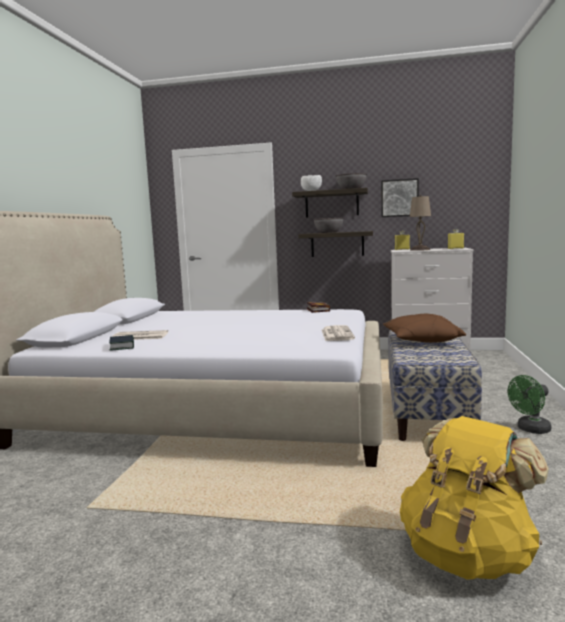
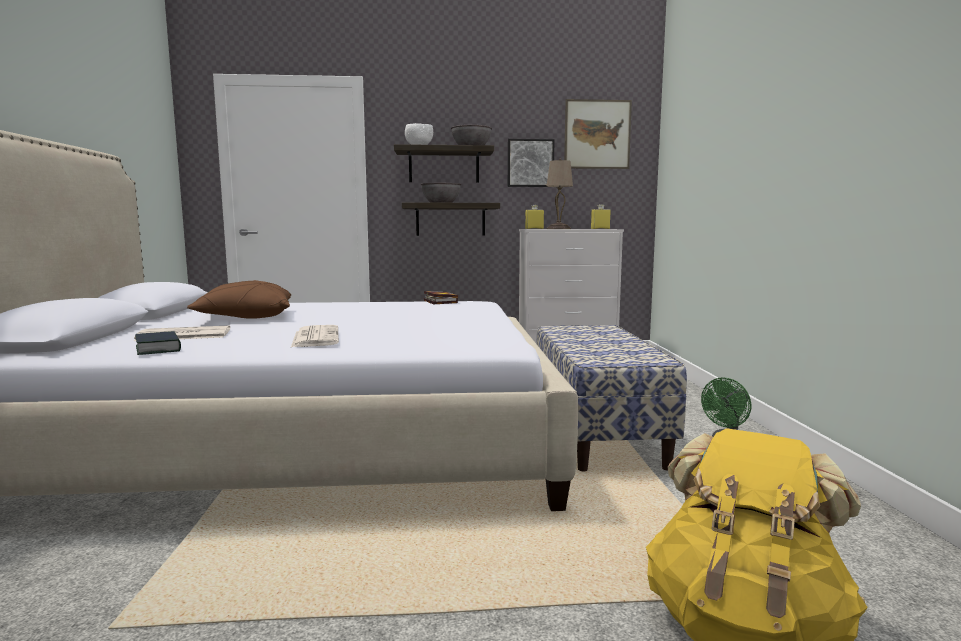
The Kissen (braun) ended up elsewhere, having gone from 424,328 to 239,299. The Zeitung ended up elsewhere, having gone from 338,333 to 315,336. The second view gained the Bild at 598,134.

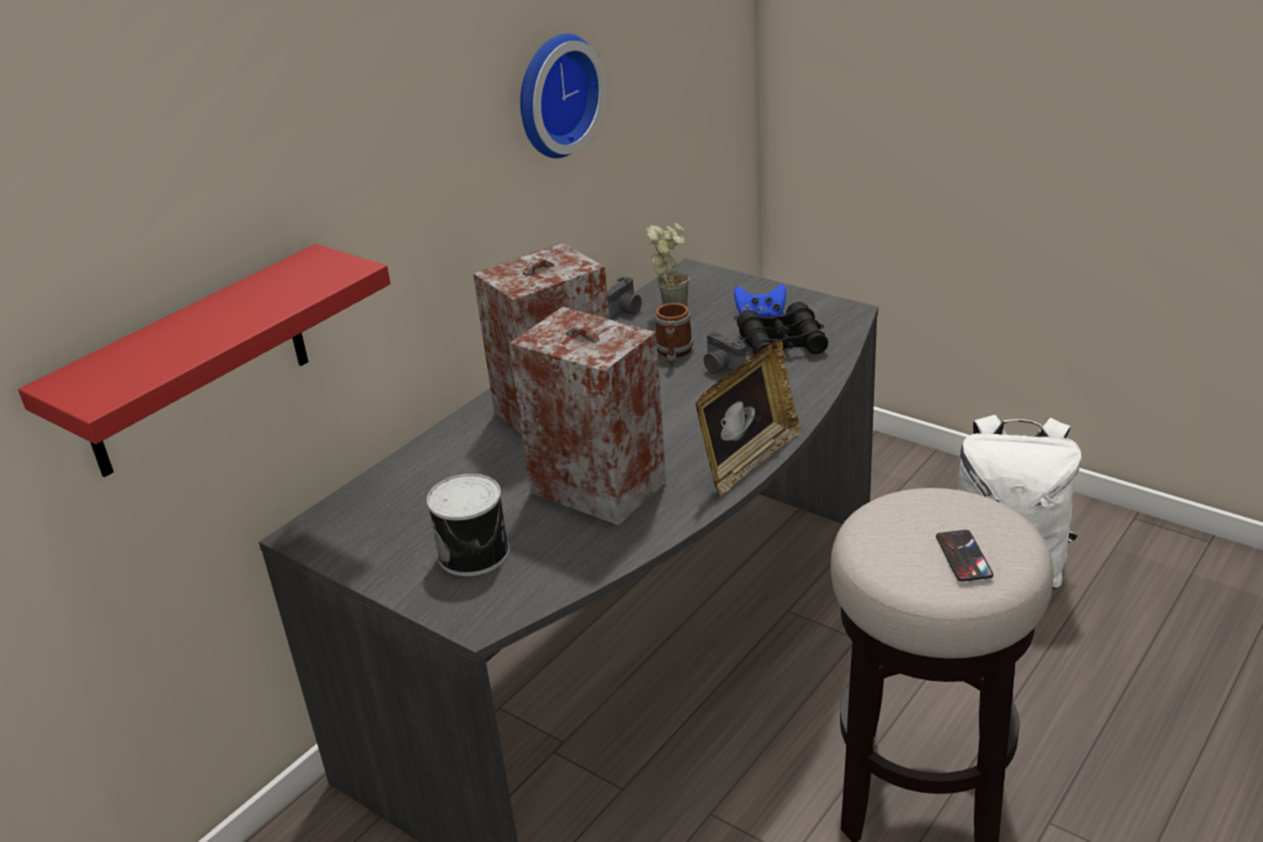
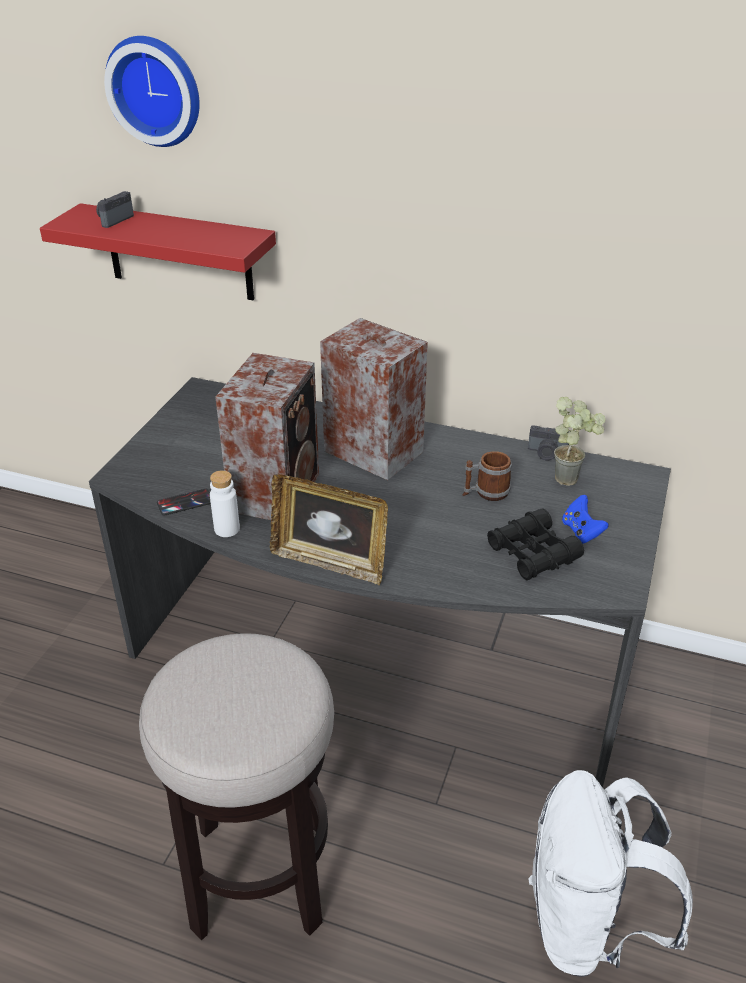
The Wanduhr ended up elsewhere, having gone from 563,96 to 152,91. The Kamera ended up elsewhere, having gone from 725,352 to 115,209. The second view lost the Dose at 468,525. The Handy ended up elsewhere, having gone from 965,556 to 184,502. The second view gained the Flasche (weiß) at 225,503.

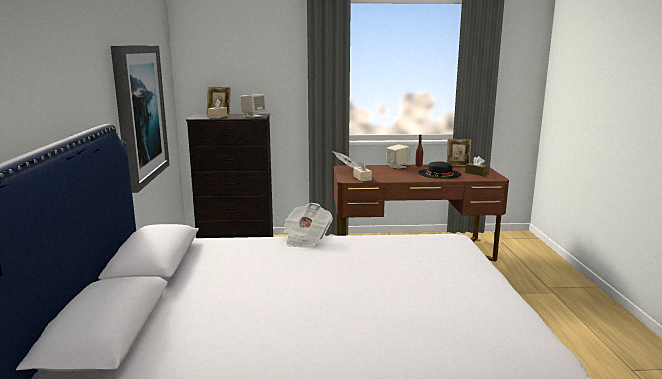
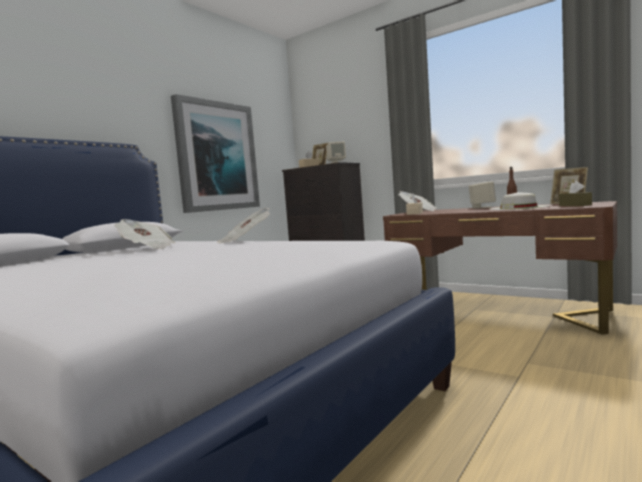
What was the Hut (schwarz) at 439,170 turned into the Hut (weiß) at 519,201. The second view gained the Zeitung at 144,234.

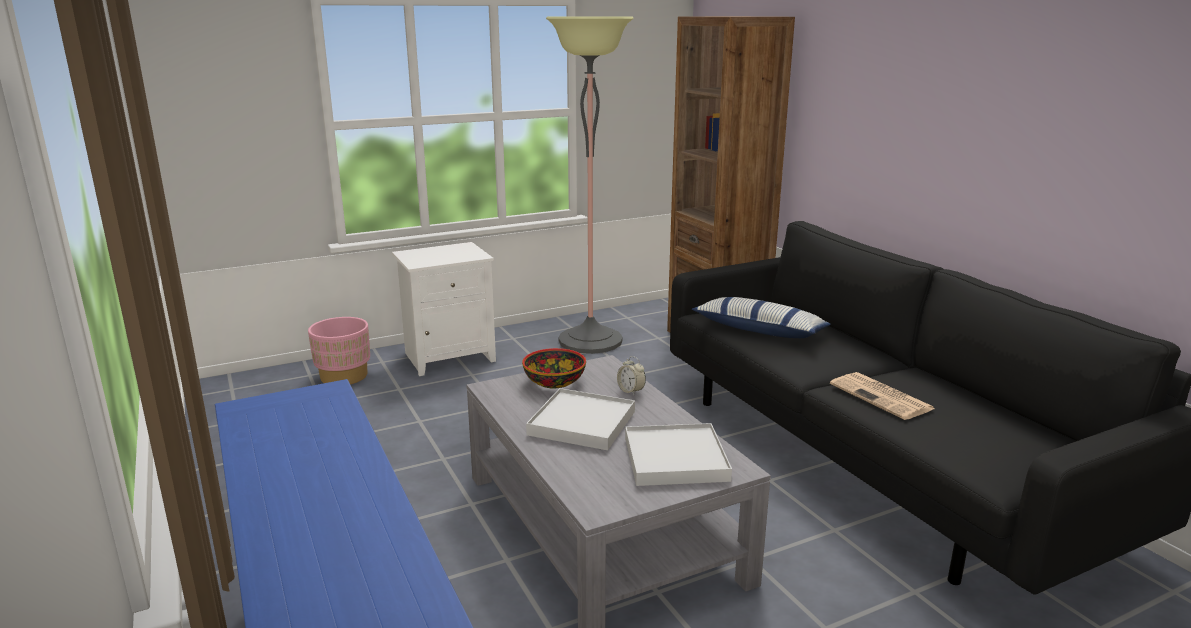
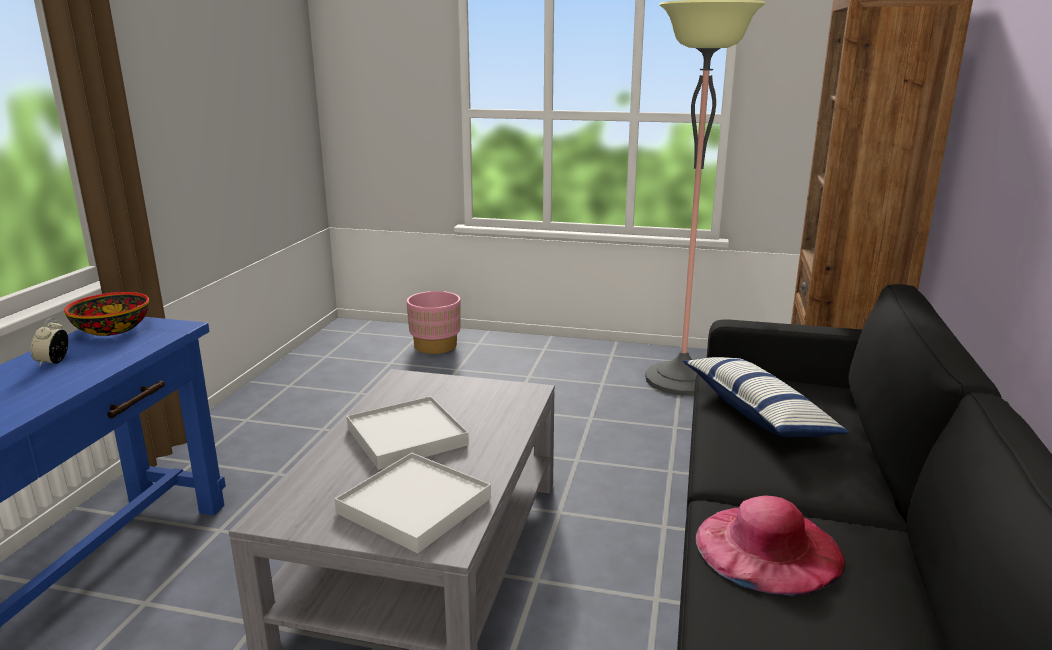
The second view lost the Nachttisch (weiß) at 444,309. The Schüssel ended up elsewhere, having gone from 554,368 to 106,314. The Wecker ended up elsewhere, having gone from 631,375 to 49,342. Where the Zeitung stood at 882,396, the Hut (rosa) came to stand at 771,546.

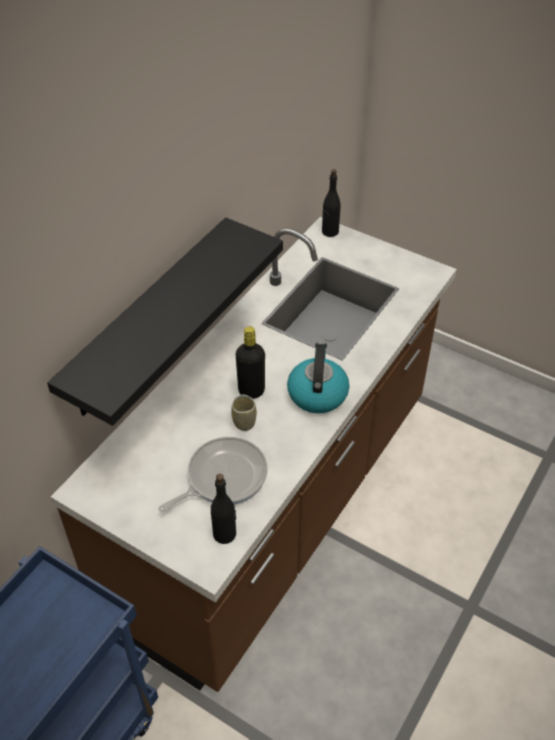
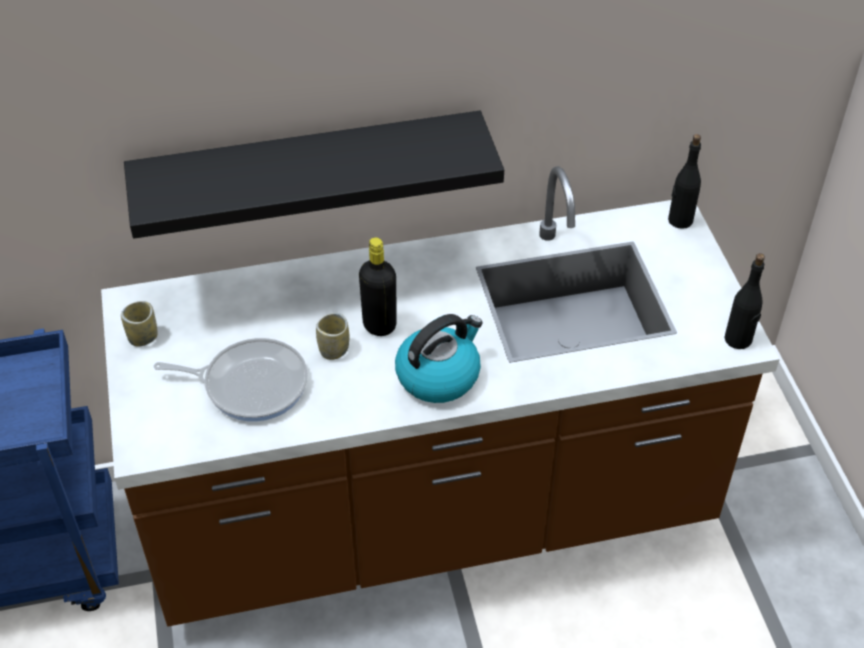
The Flasche (schwarz) ended up elsewhere, having gone from 223,509 to 744,301. The second view gained the Tasse at 139,324.

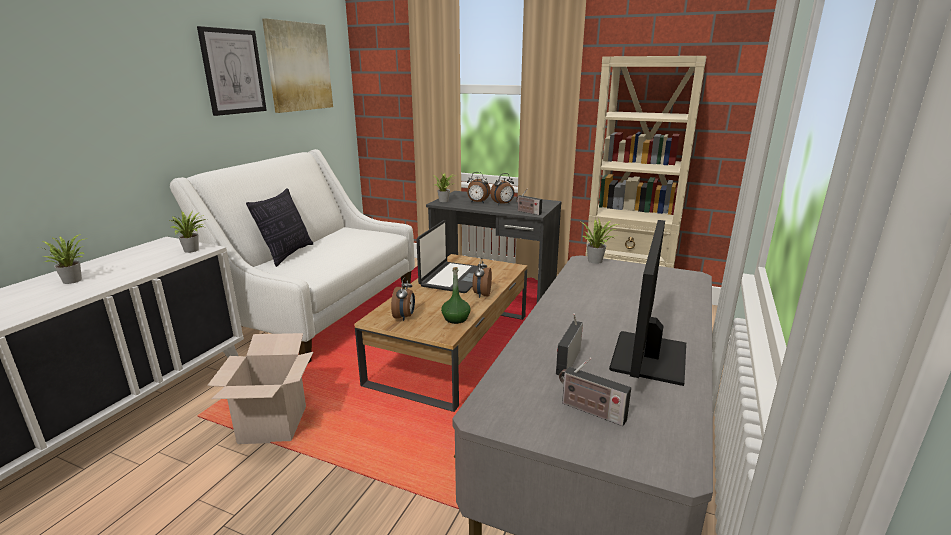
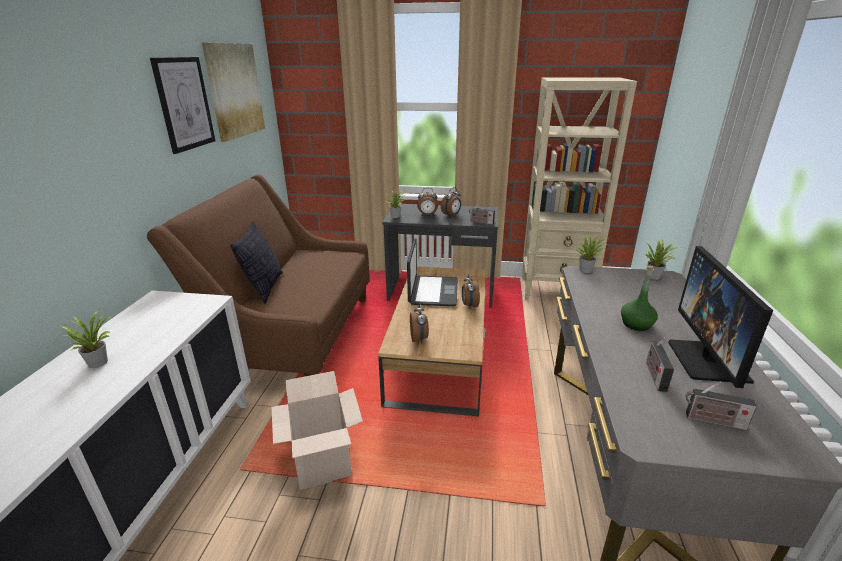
What was the Sofa (weiß) at 292,256 turned into the Sofa (braun) at 258,275. The Topfpflanze ended up elsewhere, having gone from 187,232 to 662,260. The Flasche (grün) ended up elsewhere, having gone from 455,295 to 639,298.

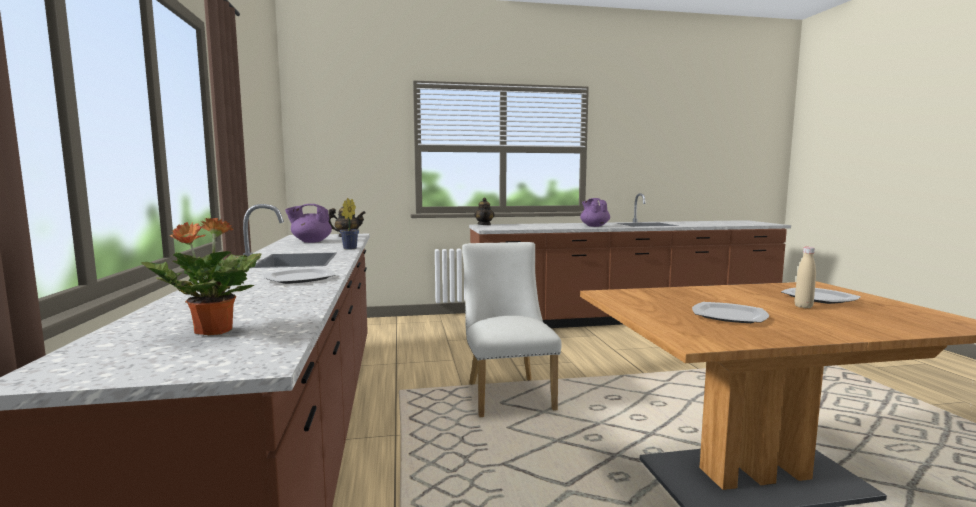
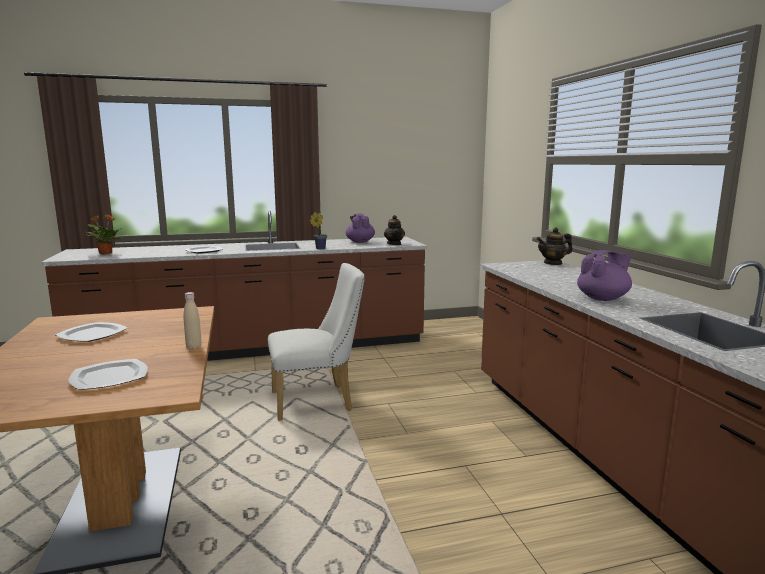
The Flasche (beige) ended up elsewhere, having gone from 805,277 to 192,320.

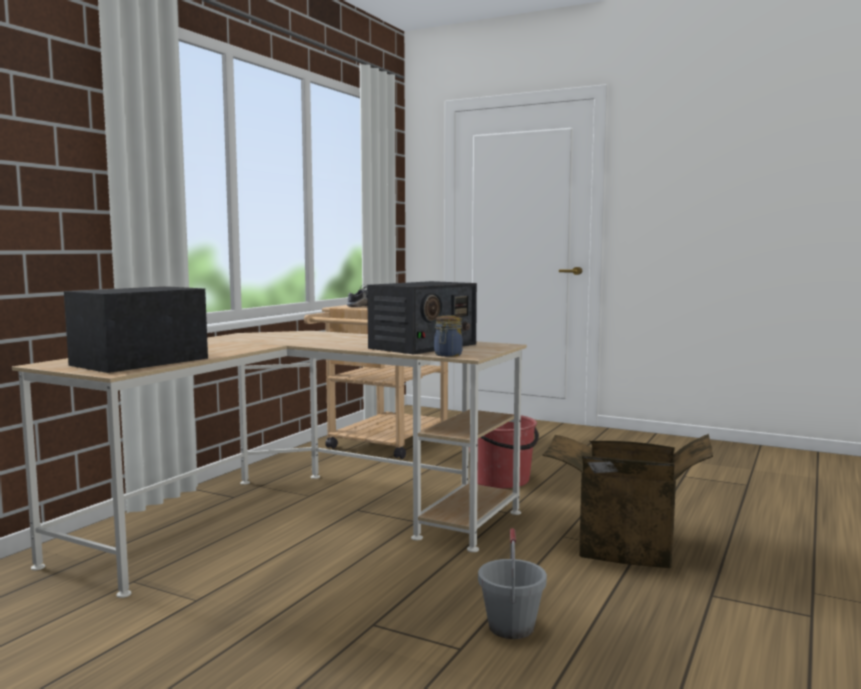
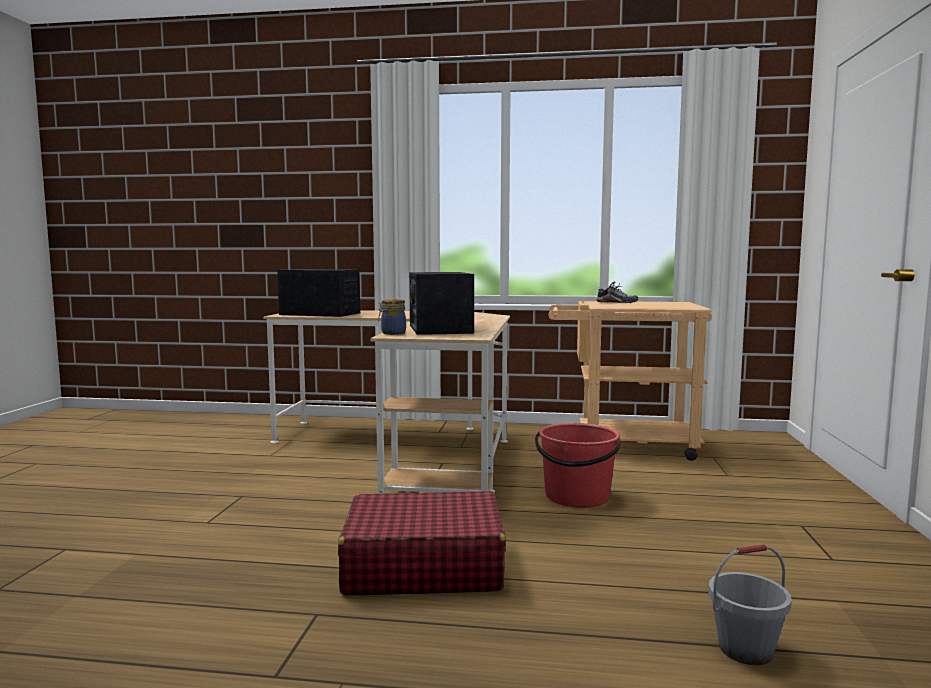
The Radio at 422,317 ended up facing another way, 60 degrees clockwise from before. Where the Karton stood at 628,501, the Koffer (rot) came to stand at 422,543. The Eimer (grau) ended up elsewhere, having gone from 512,583 to 750,604.

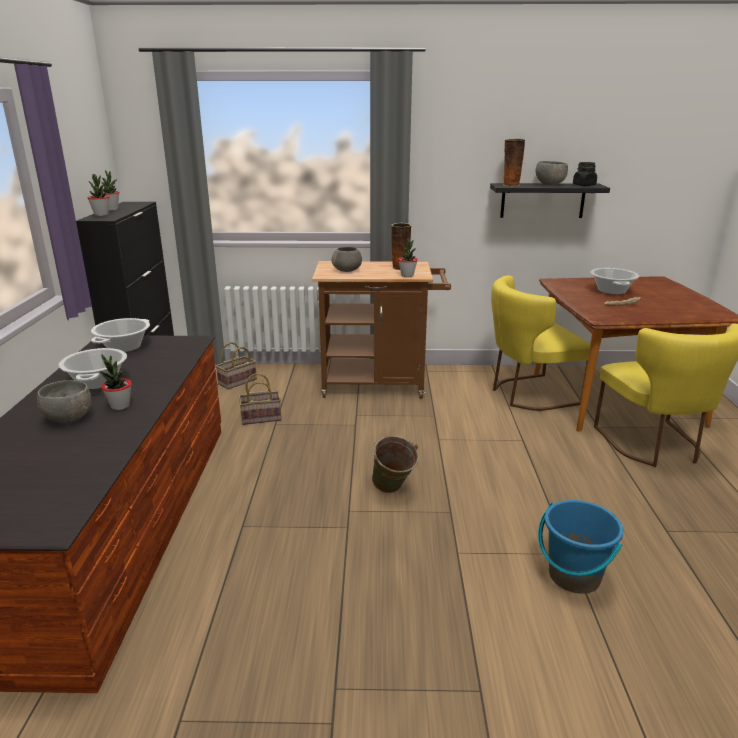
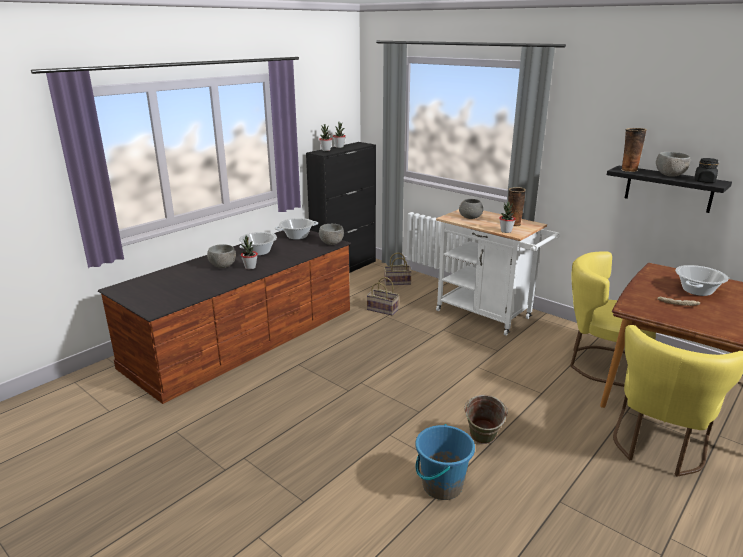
What was the Rollwagen (braun) at 381,329 turned into the Rollwagen (weiß) at 498,272. The Eimer (grün) ended up elsewhere, having gone from 395,464 to 486,419. The second view gained the Schüssel (grau) at 331,234.

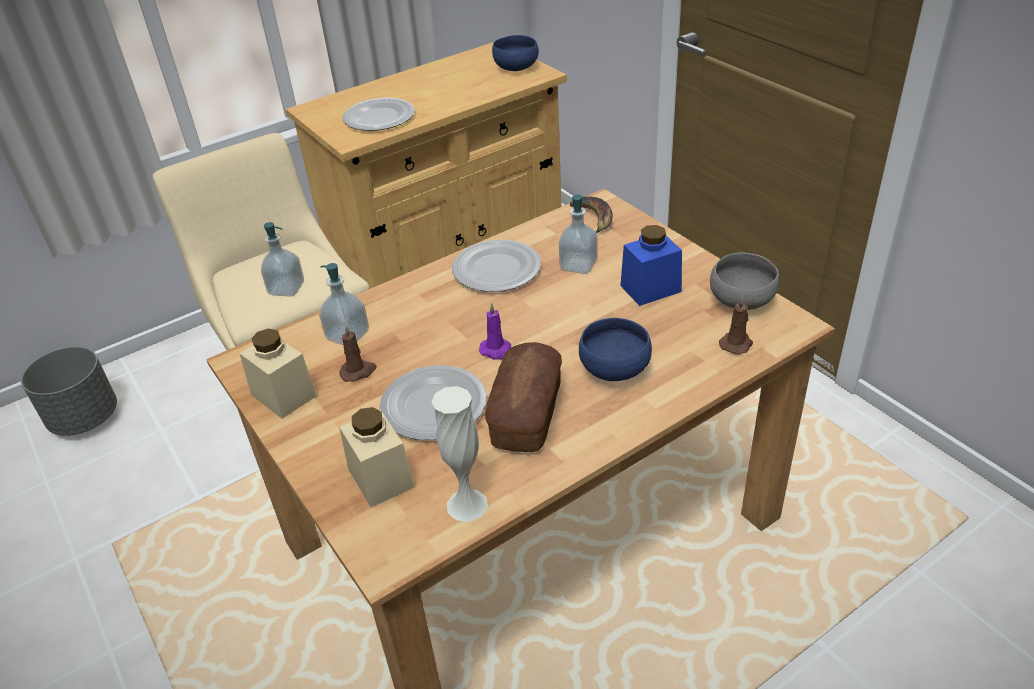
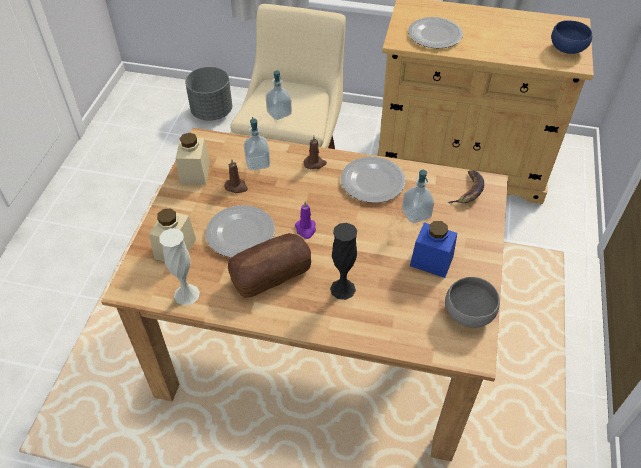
The Kerze (braun) ended up elsewhere, having gone from 736,325 to 315,153. Where the Schüssel (blau) stood at 615,349, the Vase (schwarz) came to stand at 343,261.

